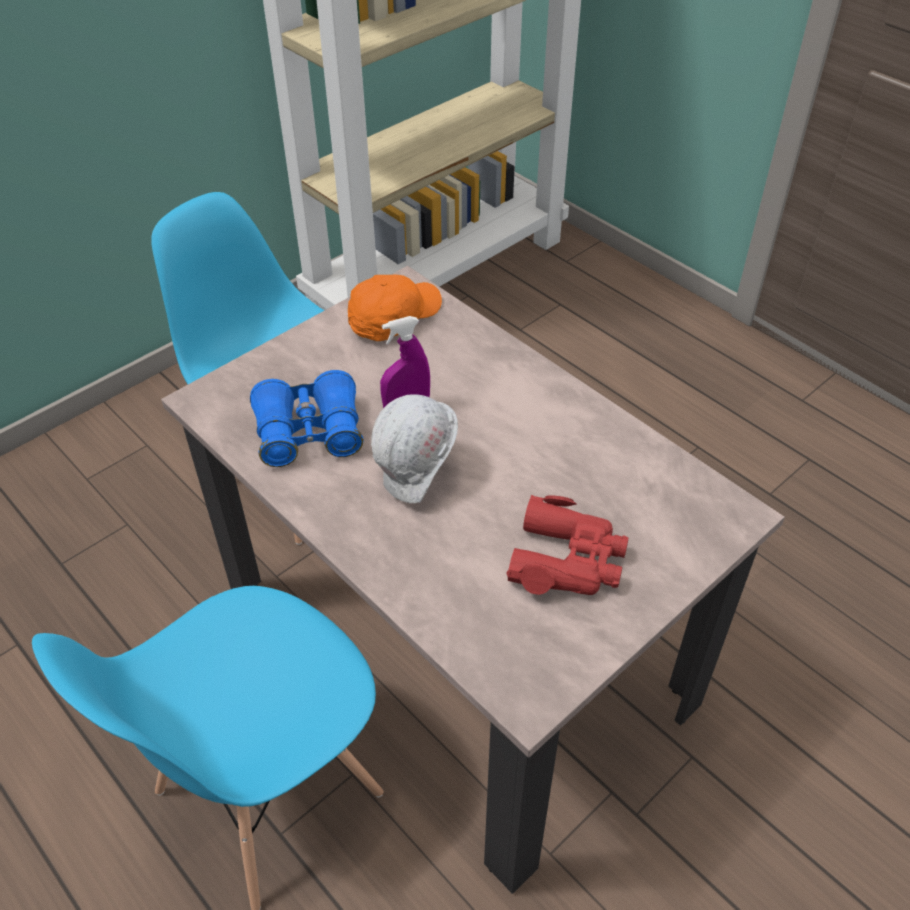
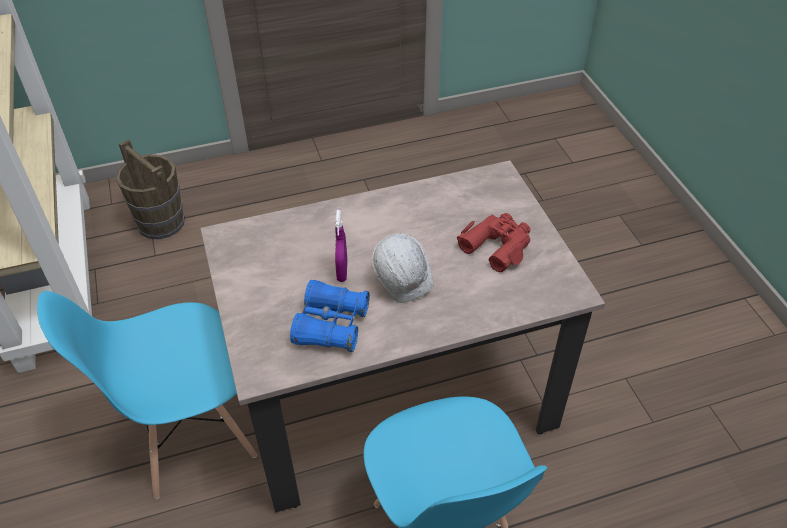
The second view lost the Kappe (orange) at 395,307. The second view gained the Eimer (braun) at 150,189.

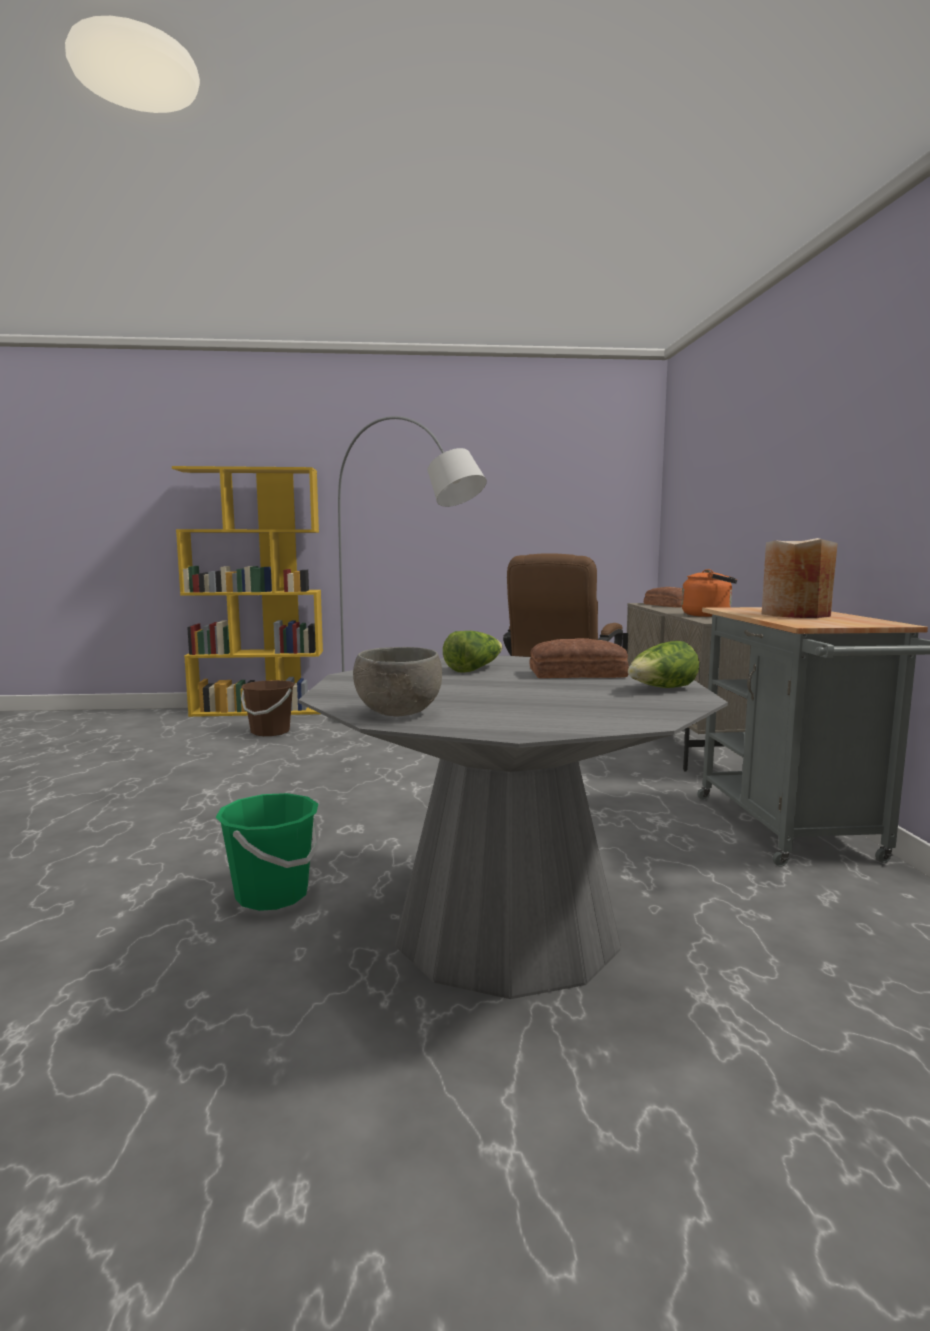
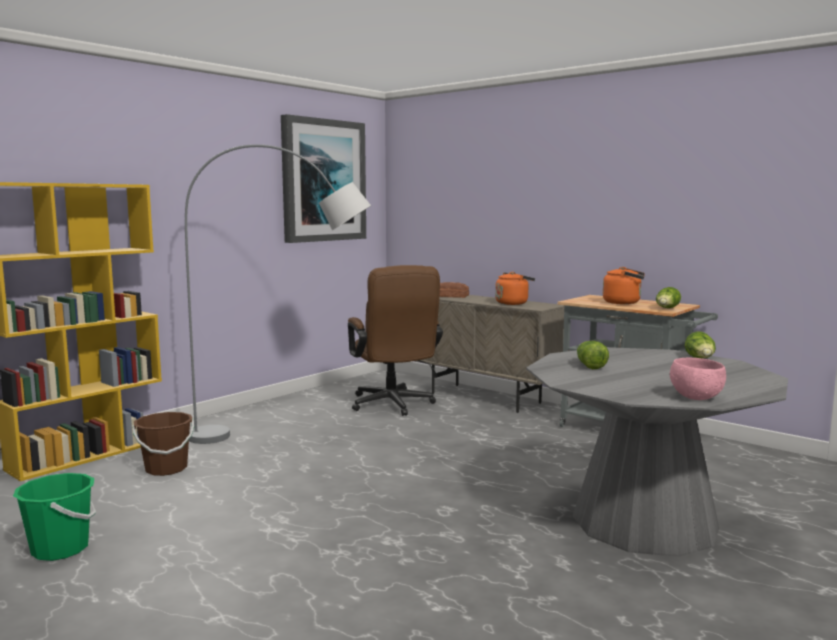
Where the Vase (beige) stood at 800,578, the Wasserkessel (orange) came to stand at 624,285. The second view lost the Brot at 579,658. What was the Schüssel (grau) at 397,681 turned into the Schüssel (rosa) at 698,379. The Eimer (grün) ended up elsewhere, having gone from 268,852 to 54,517. The second view gained the Bild at 323,178. The second view gained the Salatkopf at 668,297.

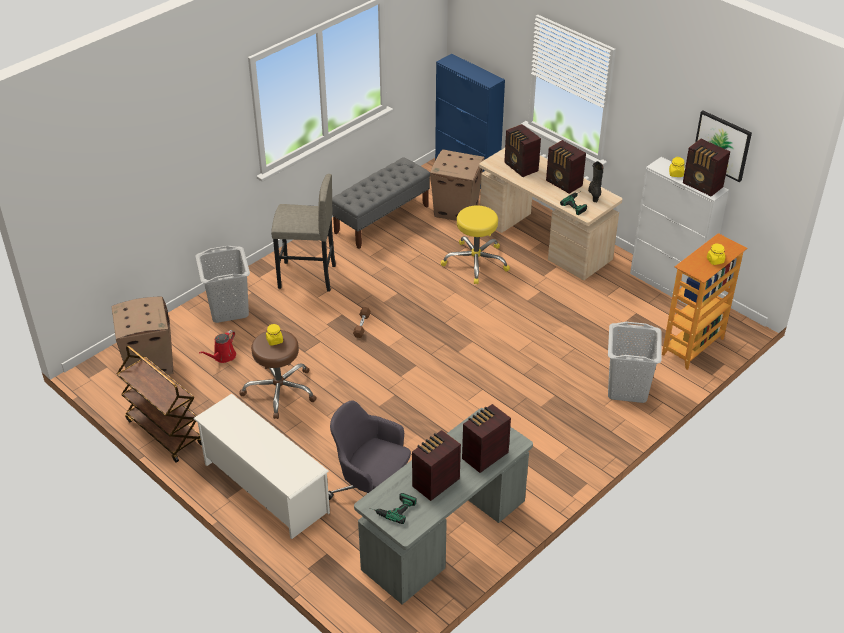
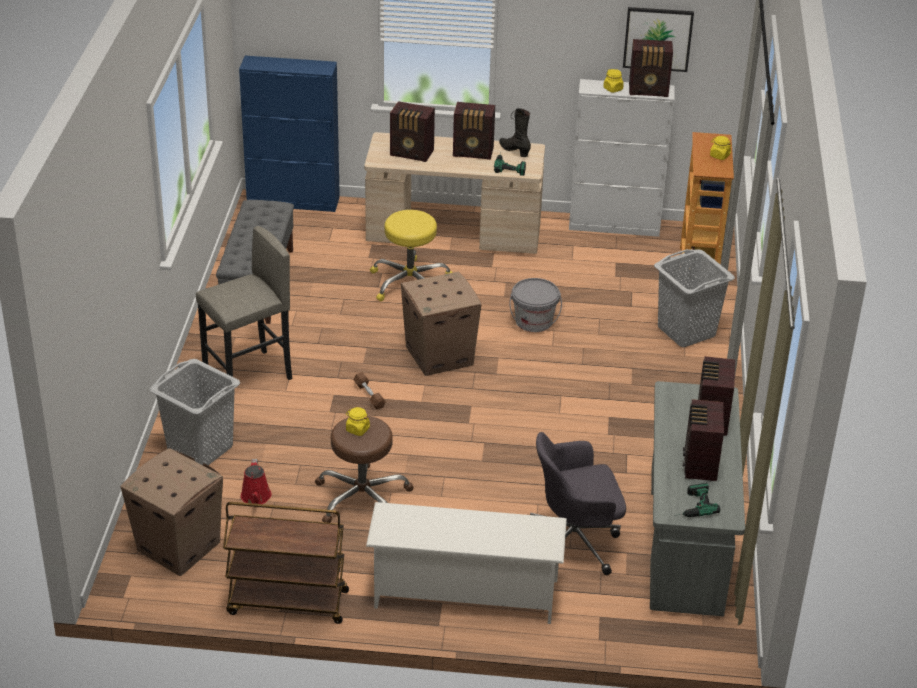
The Karton ended up elsewhere, having gone from 457,185 to 441,324. The second view gained the Eimer (grau) at 536,305.

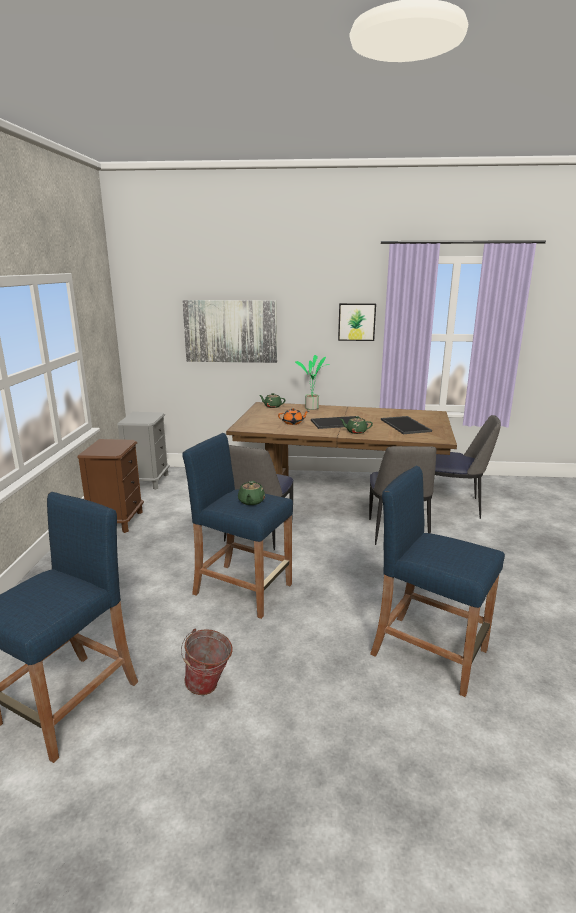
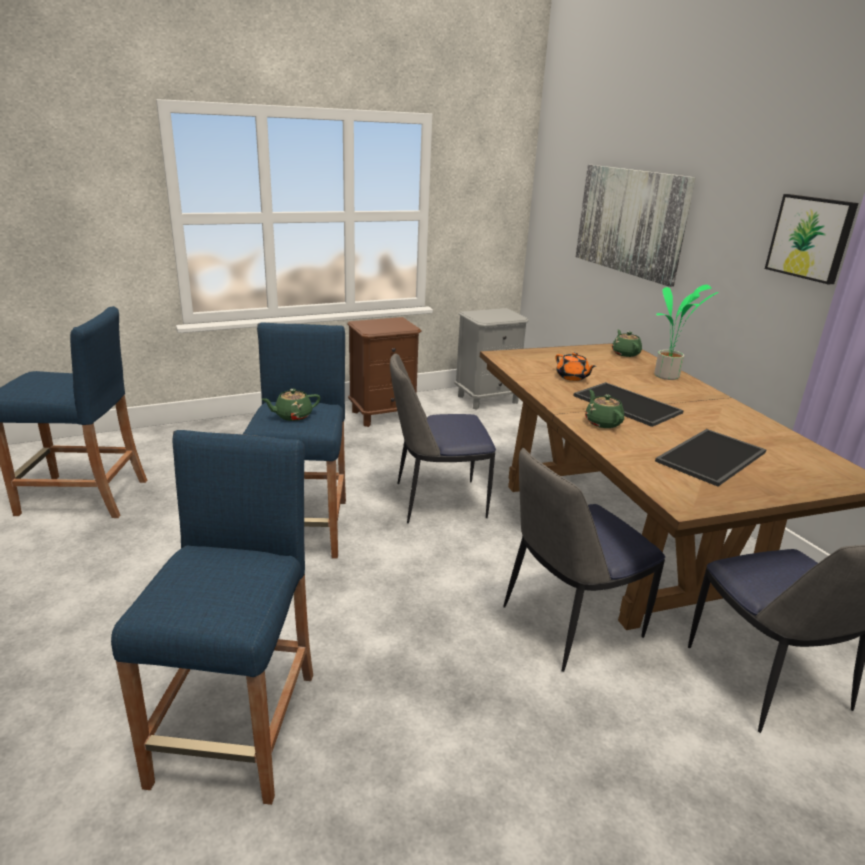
The second view lost the Eimer at 207,661.

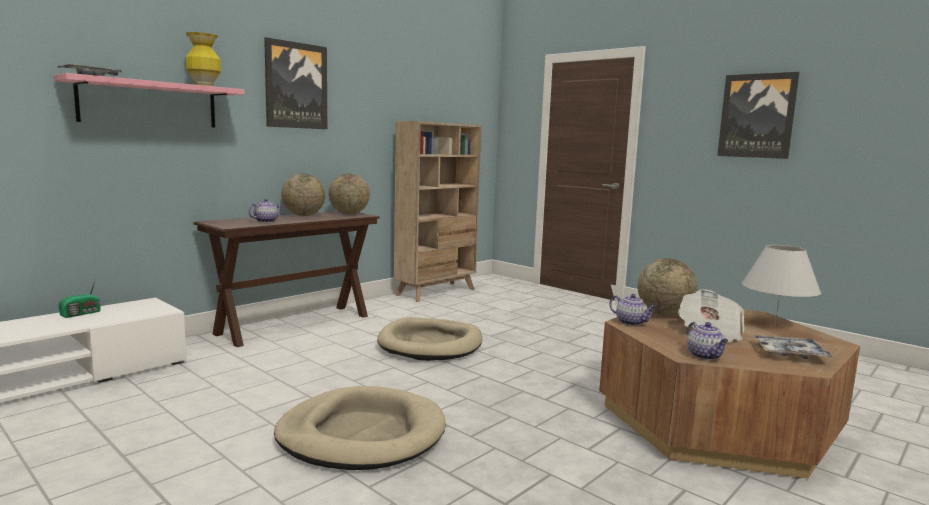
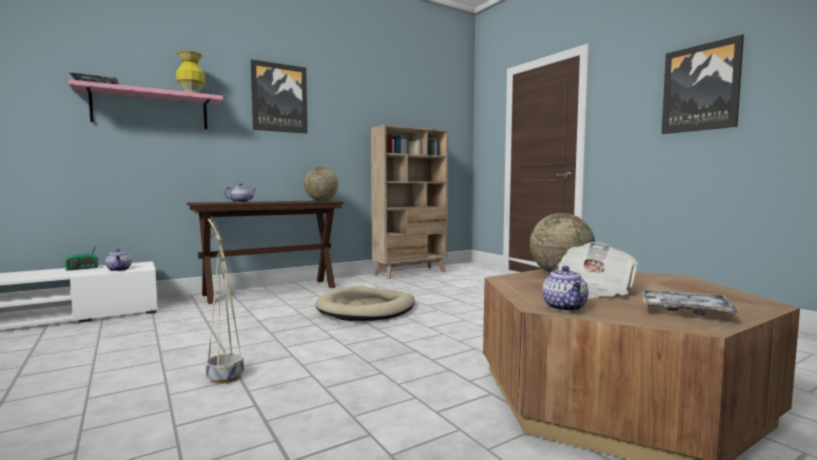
The second view lost the Globus at 303,194. The second view lost the Tischlampe (weiß) at 781,285. The Teekanne ended up elsewhere, having gone from 633,310 to 118,260. Where the Hundebett (beige) stood at 359,428, the Pflanzkübel (beige) came to stand at 225,300.

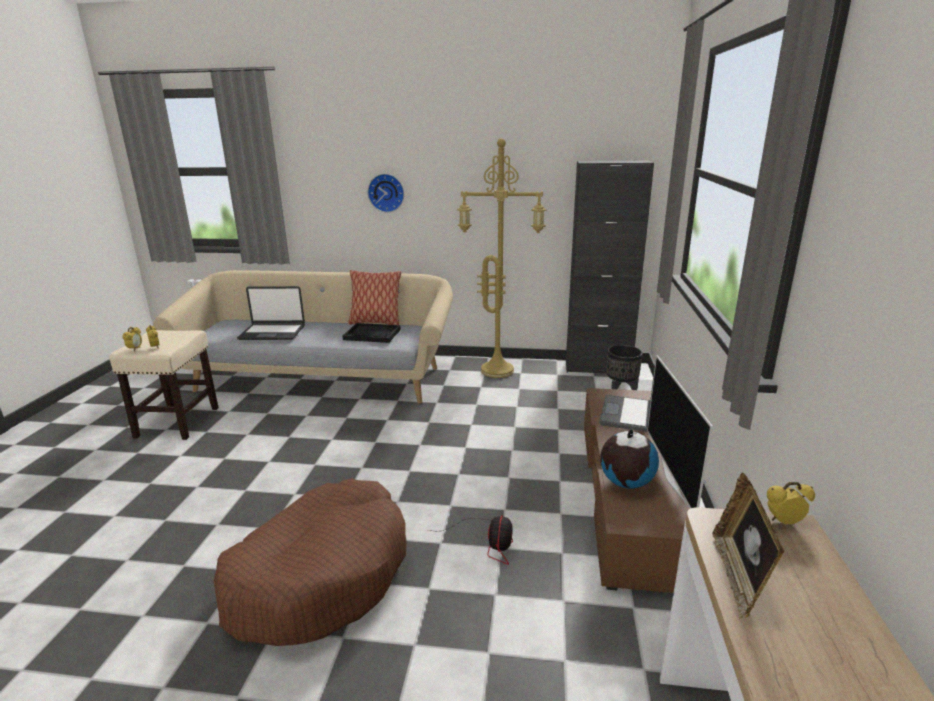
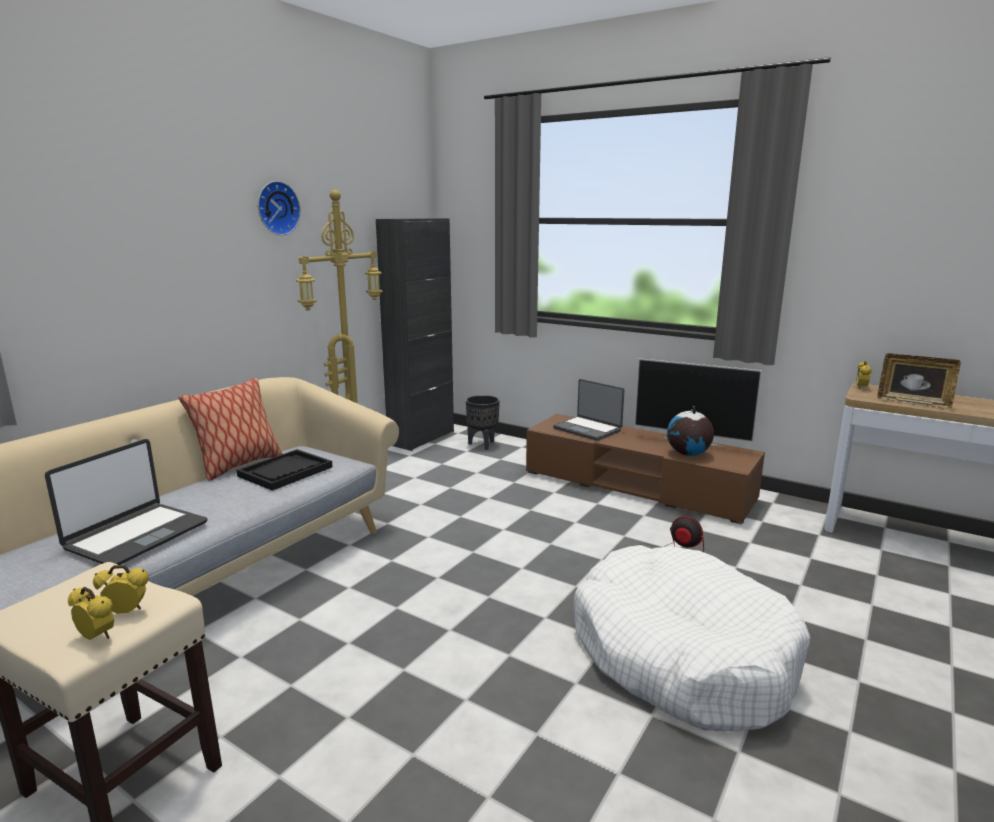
The Wanduhr ended up elsewhere, having gone from 386,193 to 279,208. What was the Hundebett (braun) at 310,562 turned into the Hundebett (weiß) at 692,638.

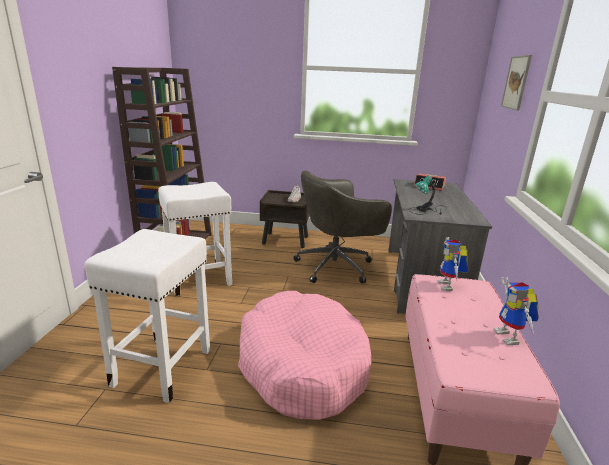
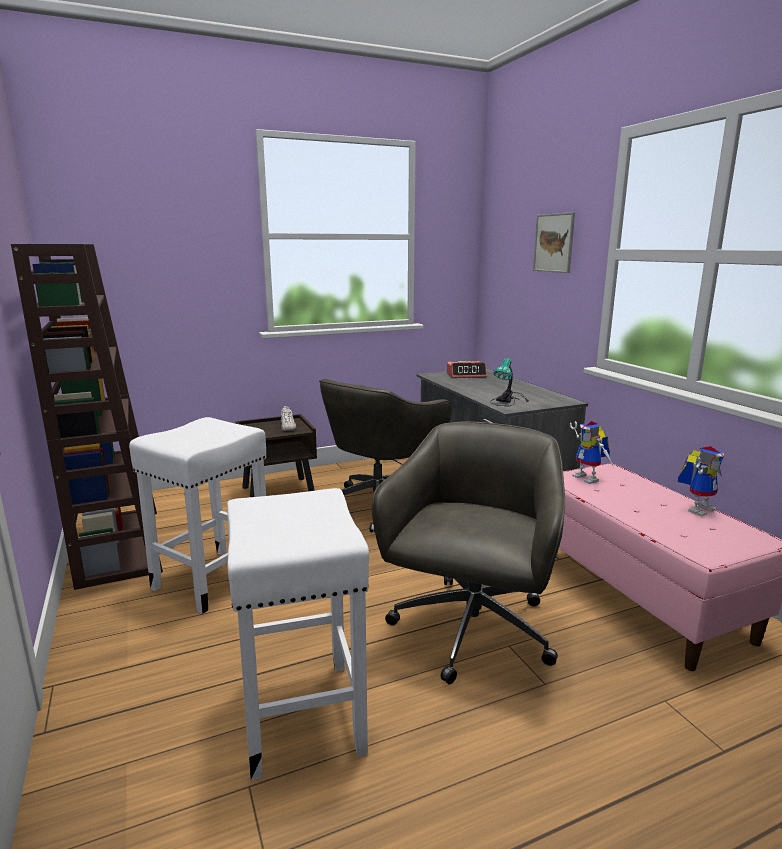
The Spielzeugroboter at 516,311 ended up facing another way, 90 degrees counterclockwise from before. Where the Hundebett (rosa) stood at 305,355, the Bürostuhl (grau) came to stand at 468,552.

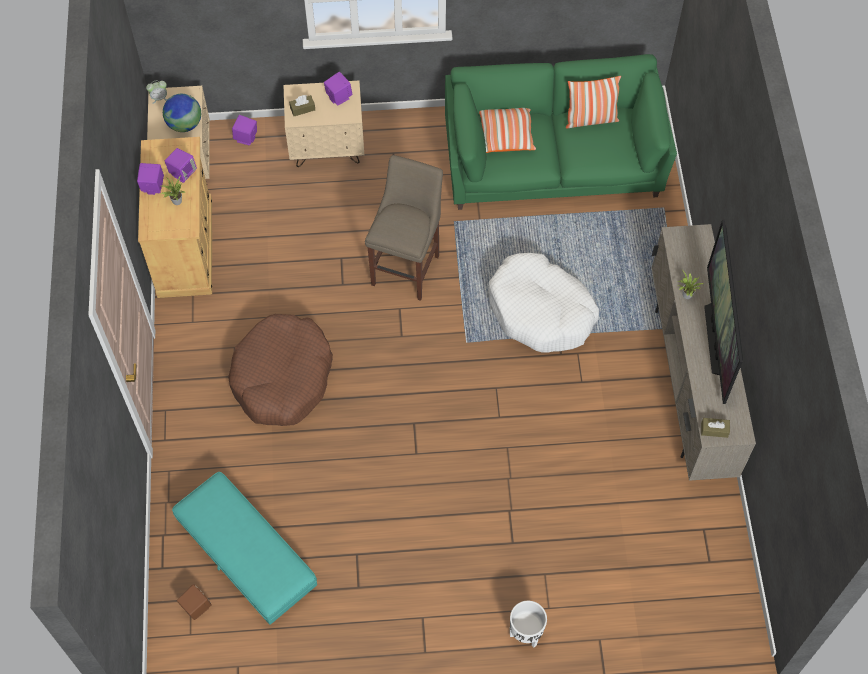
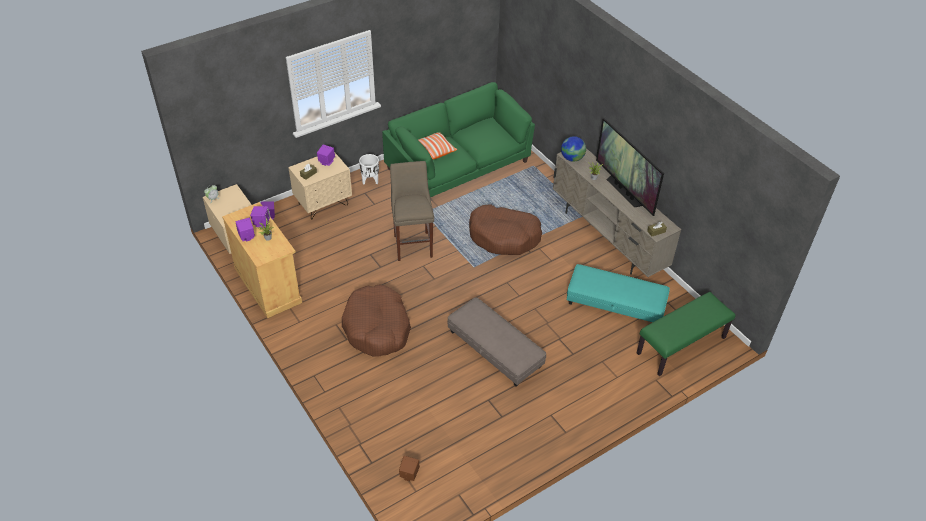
The second view lost the Kissen at 593,102. The Globus ended up elsewhere, having gone from 182,113 to 573,149. What was the Hundebett (weiß) at 544,303 turned into the Hundebett (braun) at 505,229. The Polsterhocker (türkis) ended up elsewhere, having gone from 244,548 to 618,293. The Pflanzkübel (weiß) ended up elsewhere, having gone from 528,624 to 369,169. The second view gained the Bank (grün) at 686,334. The second view gained the Polsterhocker (grau) at 497,342.

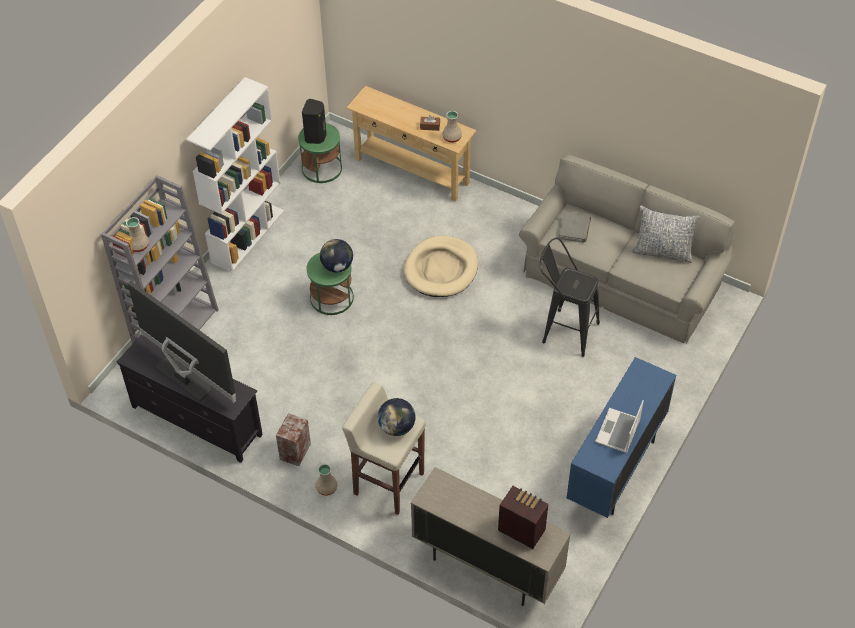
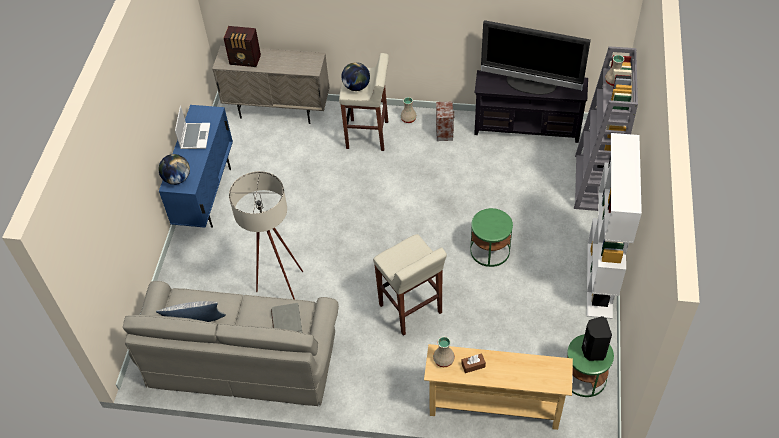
Where the Hundebett (beige) stood at 441,266, the Hocker (beige) came to stand at 410,285. Where the Hocker (schwarz) stood at 570,297, the Stehlampe (beige) came to stand at 266,235. The Globus ended up elsewhere, having gone from 336,255 to 174,169.

